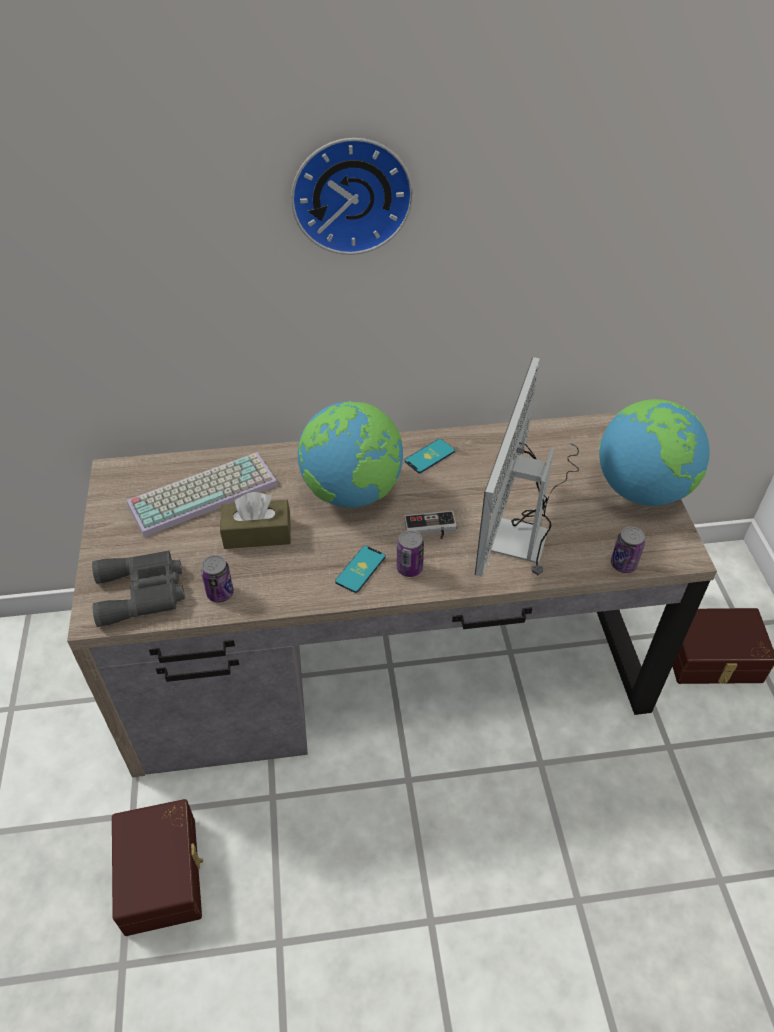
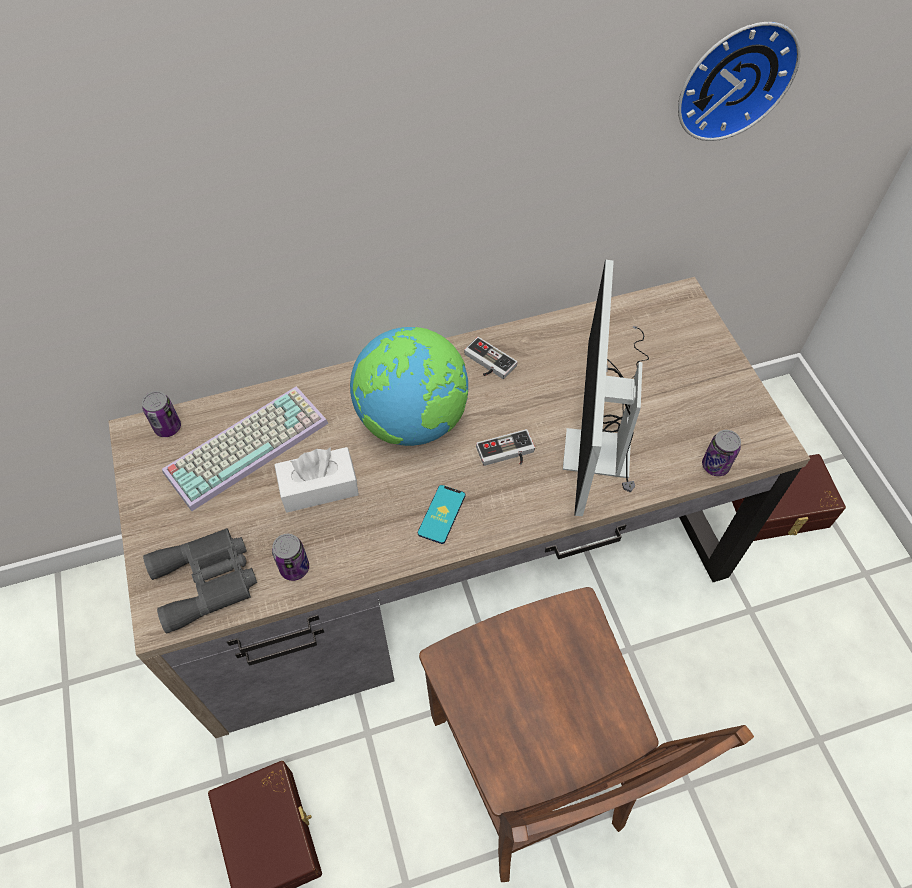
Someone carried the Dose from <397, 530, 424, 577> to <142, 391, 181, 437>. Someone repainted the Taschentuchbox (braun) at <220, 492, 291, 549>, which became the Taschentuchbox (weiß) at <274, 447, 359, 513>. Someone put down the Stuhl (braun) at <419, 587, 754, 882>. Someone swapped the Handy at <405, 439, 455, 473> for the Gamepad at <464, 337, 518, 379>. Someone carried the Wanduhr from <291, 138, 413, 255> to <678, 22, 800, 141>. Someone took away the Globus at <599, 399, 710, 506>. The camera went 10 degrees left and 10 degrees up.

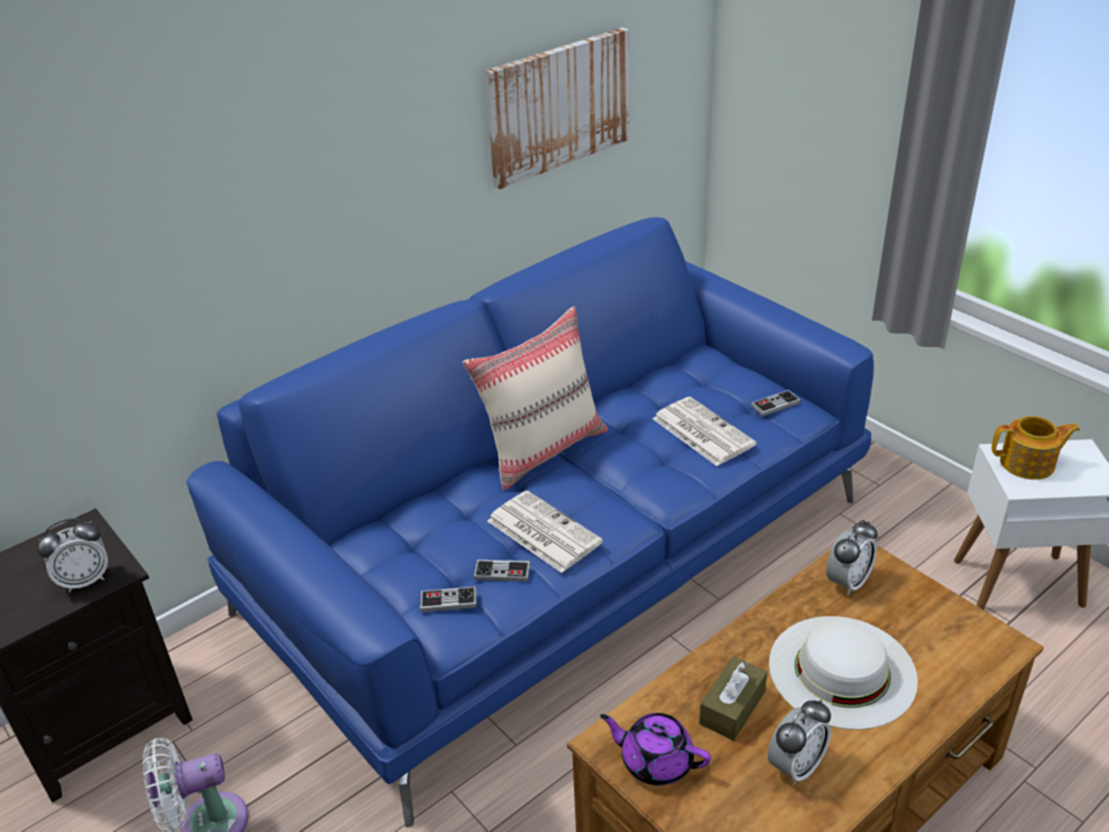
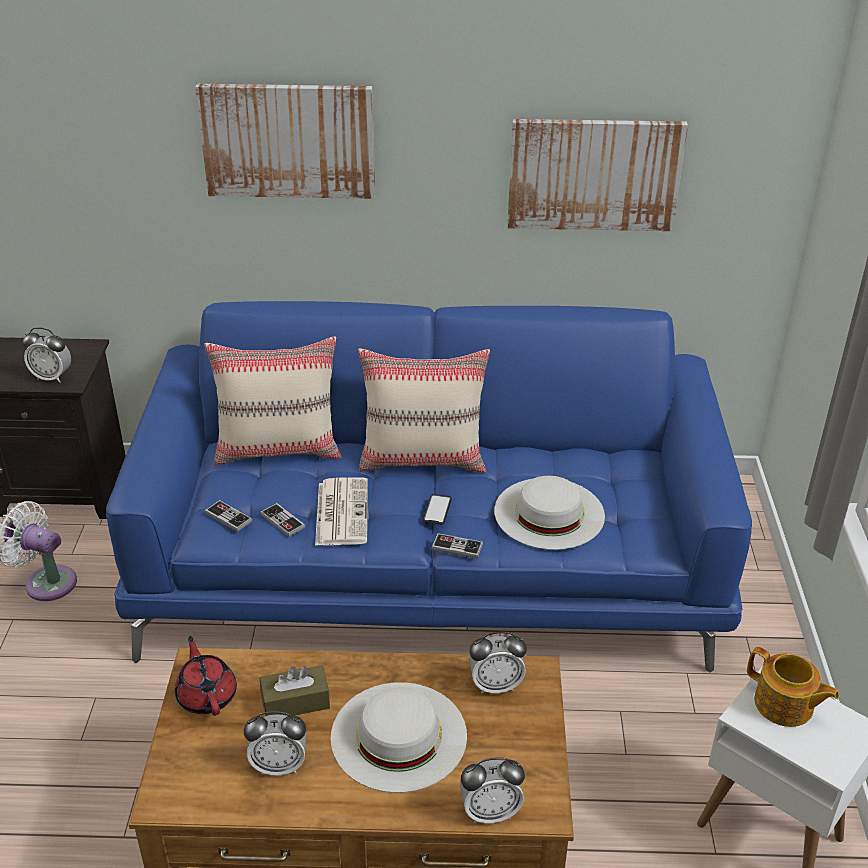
Someone repainted the Teekanne (lila) at <600, 713, 711, 786>, which became the Teekanne (rot) at <175, 636, 237, 716>. Someone put up the Bild at <195, 84, 375, 199>. Someone put down the Kissen (beige) at <204, 337, 341, 465>. Someone put down the Handy at <423, 494, 452, 525>. Someone carried the Gamepad from <751, 390, 801, 416> to <431, 533, 483, 559>. Someone put down the Wecker at <460, 758, 525, 823>. Someone swapped the Zeitung at <653, 397, 757, 466> for the Hut (weiß) at <494, 476, 605, 550>. The camera went 40 degrees right and 0 degrees up.

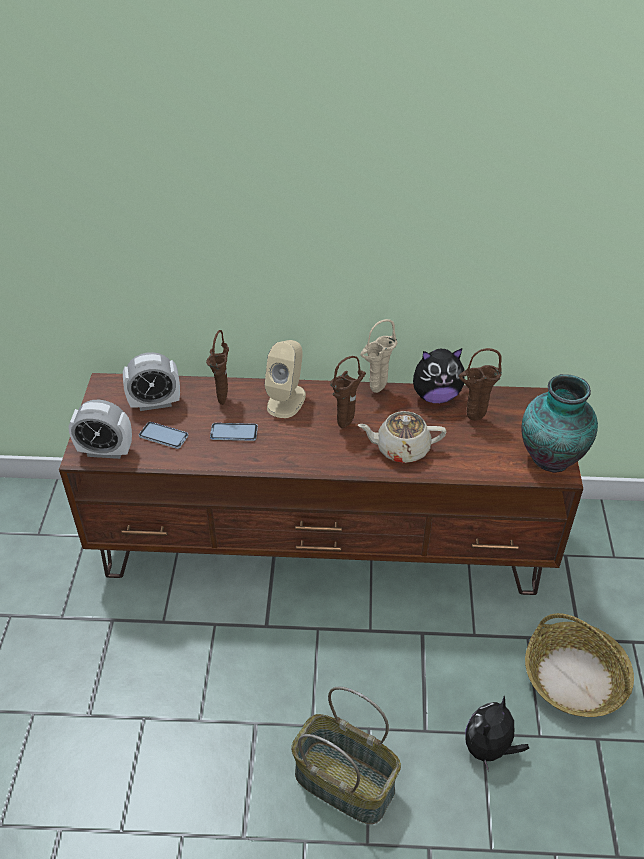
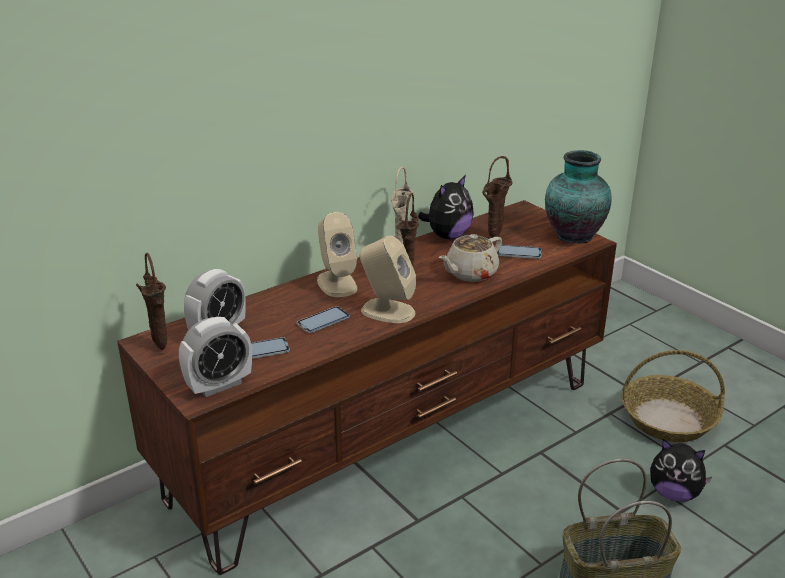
Someone carried the Vase (braun) from <206, 330, 229, 405> to <136, 253, 167, 350>. Someone put down the Lautsprecher (beige) at <359, 236, 416, 323>. Someone put down the Handy at <497, 245, 541, 259>. Someone rotated the Plüschtier at <465, 696, 529, 772> by 60 degrees counterclockwise. The camera went 40 degrees left and 15 degrees down.

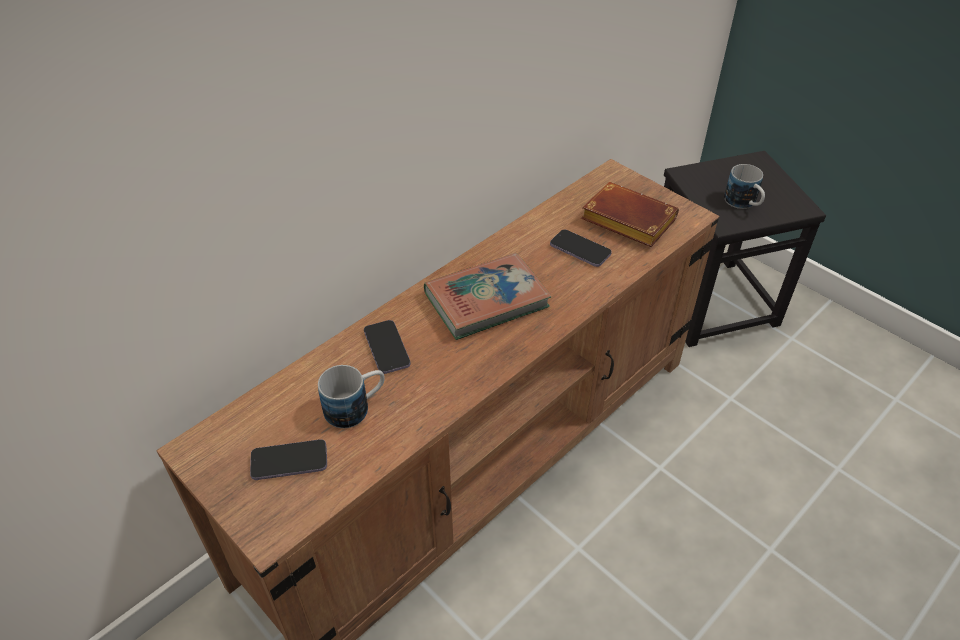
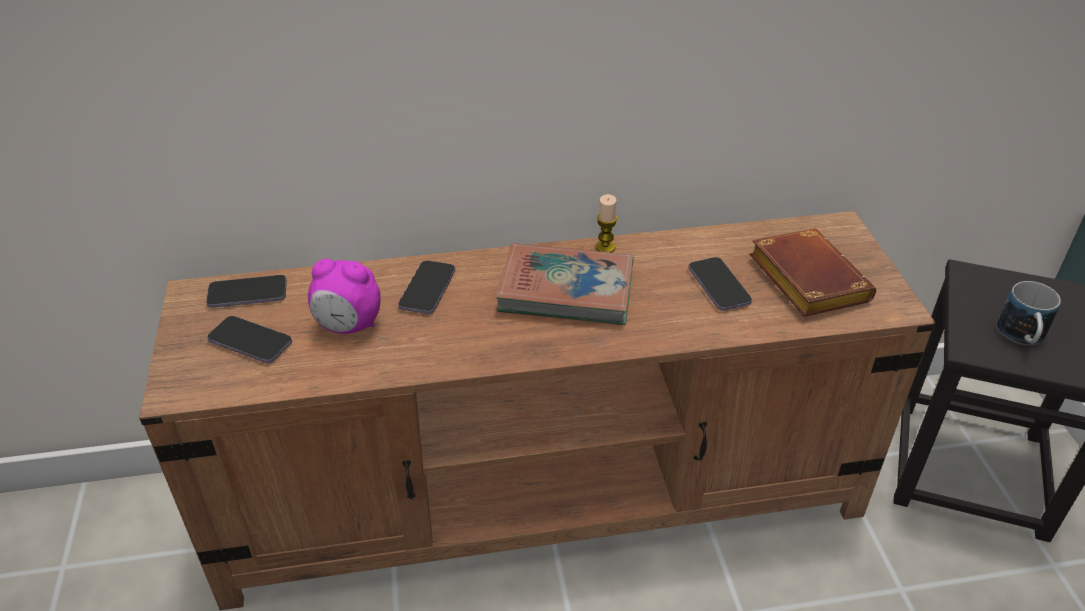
Someone put down the Handy at <206, 275, 287, 308>. Someone swapped the Henkelbecher at <318, 365, 385, 428> for the Wecker at <308, 259, 381, 334>. Someone put down the Kerze at <596, 194, 617, 252>. The camera went 35 degrees right and 5 degrees down.

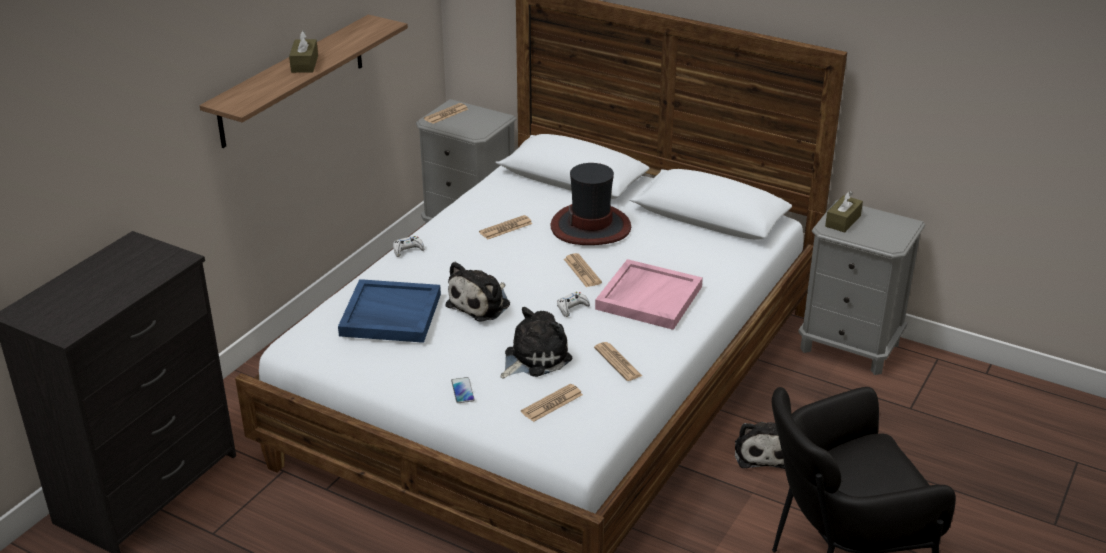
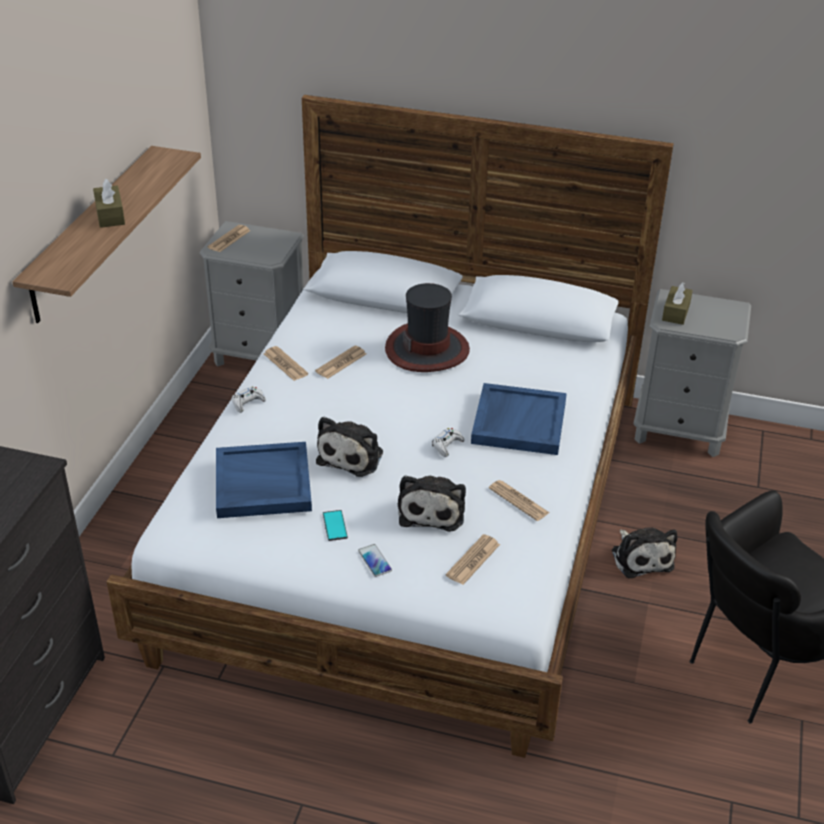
Someone carried the Zeitung from <564, 253, 602, 287> to <264, 346, 308, 381>. Someone put down the Handy at <323, 510, 348, 541>. Someone rotated the Plüschtier at <500, 307, 572, 378> by 150 degrees clockwise. Someone repainted the Tablett (rosa) at <595, 259, 703, 330>, which became the Tablett (blau) at <471, 383, 567, 455>. The camera went 15 degrees left and 5 degrees up.

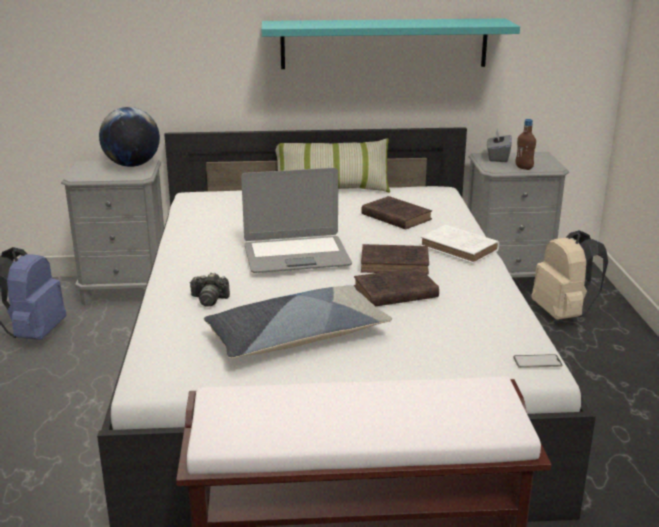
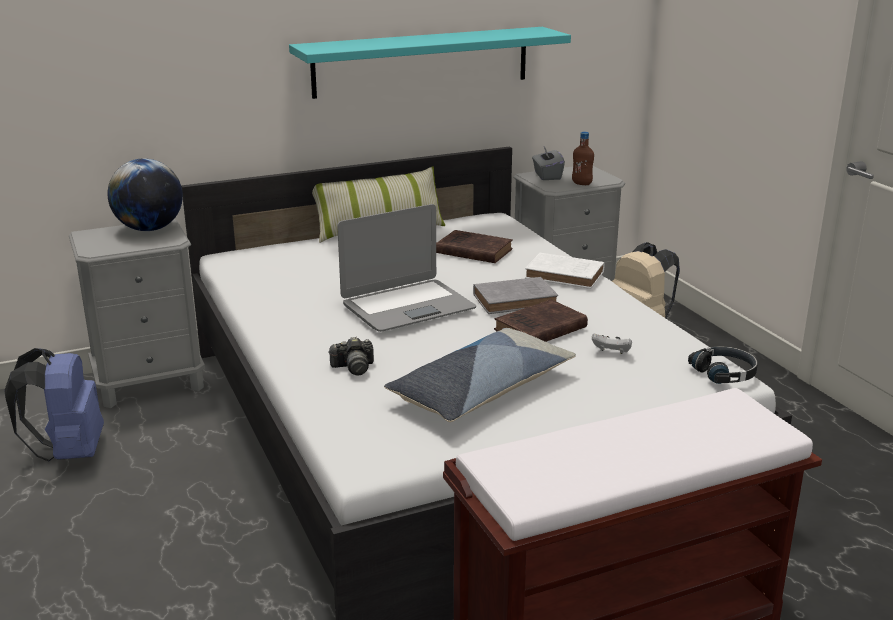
Someone repainted the Buch (braun) at <361, 244, 429, 275>, which became the Buch (grau) at <473, 277, 558, 314>. Someone put down the Gamepad (weiß) at <592, 333, 632, 354>. Someone swapped the Handy at <513, 354, 562, 368> for the Kopfhörer (schwarz) at <688, 346, 758, 384>. The camera went 20 degrees left and 0 degrees up.

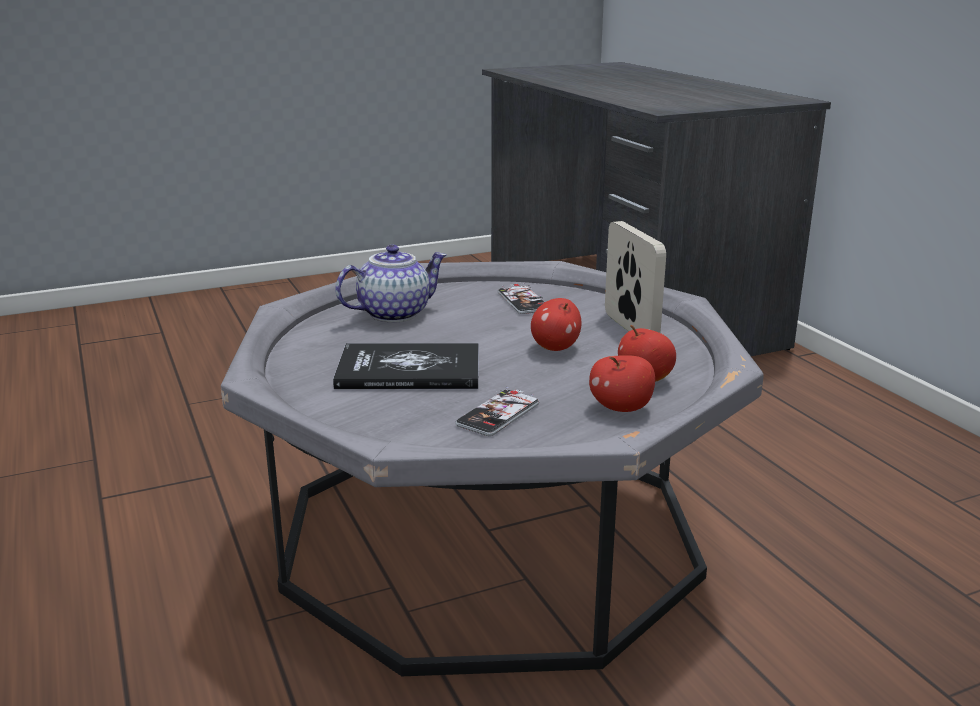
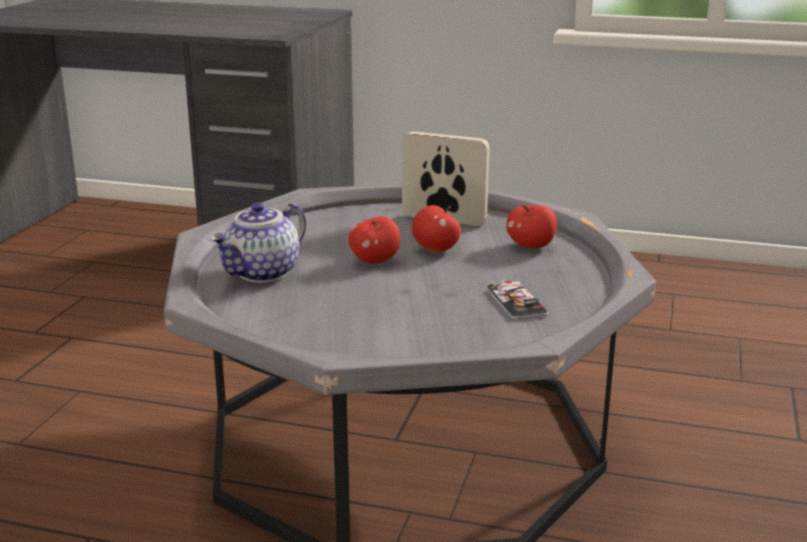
Someone rotated the Teekanne at <336, 245, 447, 322> by 150 degrees counterclockwise. Someone carried the Apfel from <589, 355, 655, 412> to <349, 217, 401, 263>. Someone took away the Buch at <333, 343, 479, 389>. Someone took away the Handy at <498, 283, 545, 314>. The camera went 50 degrees left and 0 degrees up.

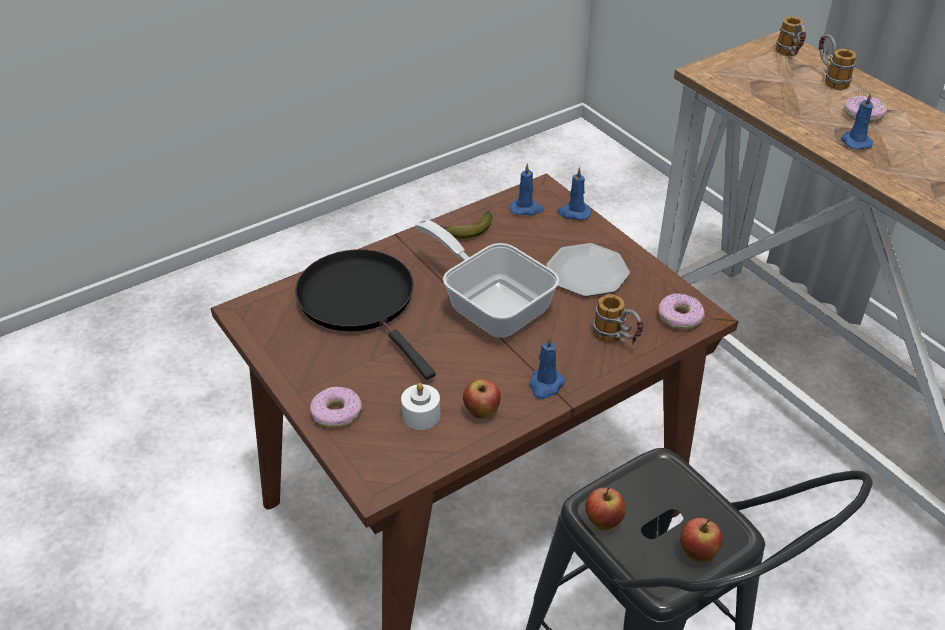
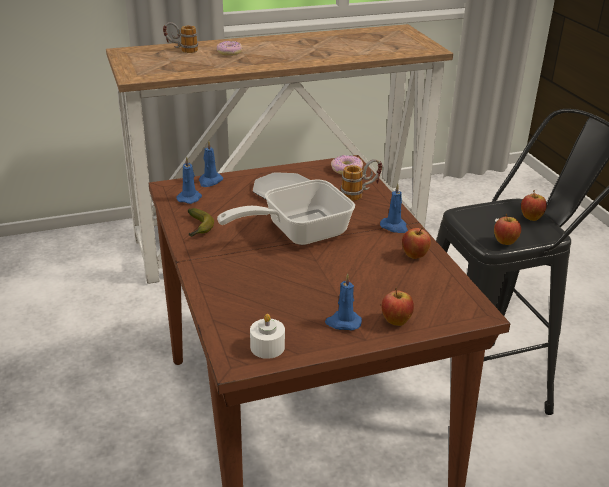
Someone carried the Kerze (weiß) from <401, 383, 440, 430> to <250, 314, 285, 359>. Someone carried the Kerze (blau) from <841, 93, 873, 150> to <325, 274, 362, 330>. Someone swapped the Donut at <310, 387, 362, 428> for the Apfel at <382, 288, 414, 326>. Someone took away the Pfanne (schwarz) at <295, 249, 436, 380>. Someone took away the Henkelbecher at <775, 17, 806, 56>. The camera went 75 degrees left and 10 degrees down.

